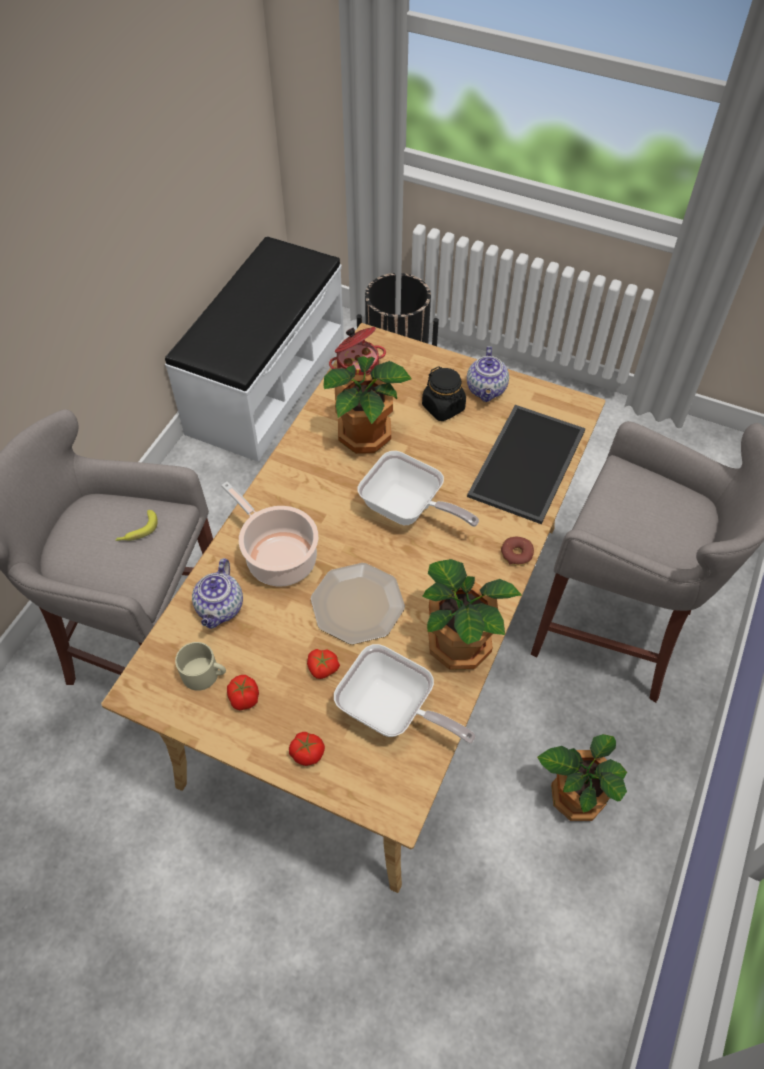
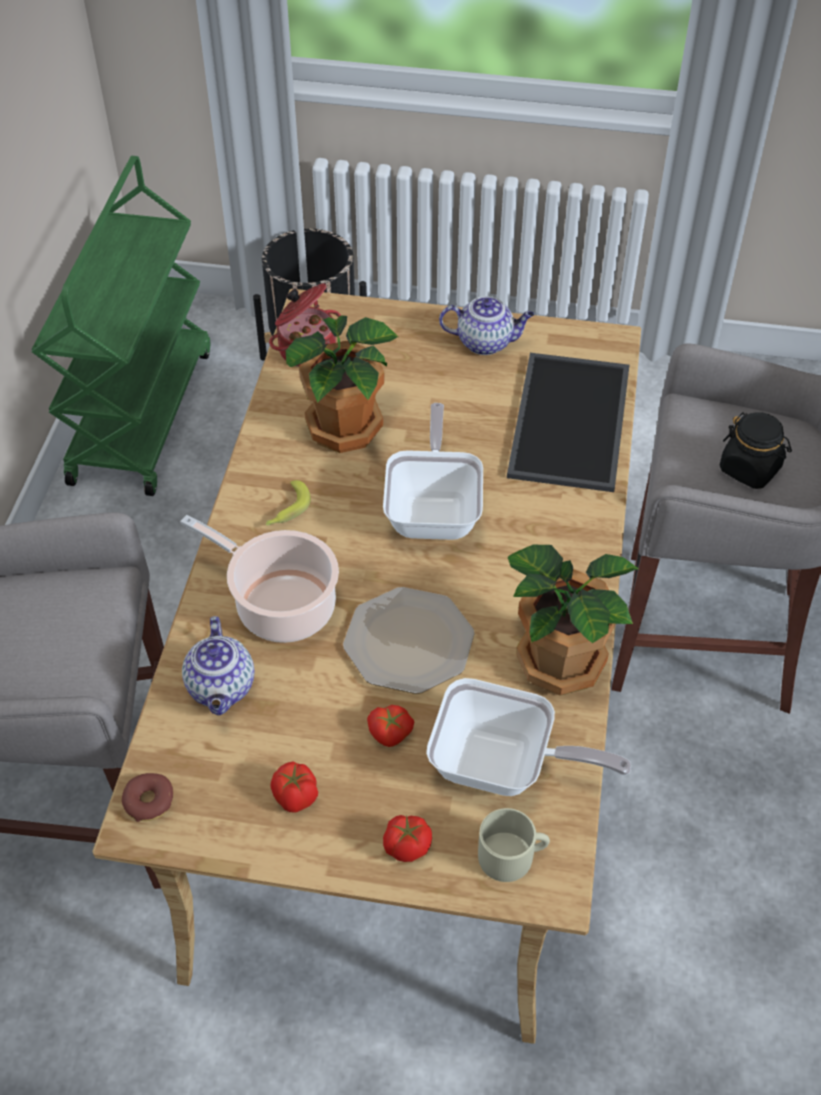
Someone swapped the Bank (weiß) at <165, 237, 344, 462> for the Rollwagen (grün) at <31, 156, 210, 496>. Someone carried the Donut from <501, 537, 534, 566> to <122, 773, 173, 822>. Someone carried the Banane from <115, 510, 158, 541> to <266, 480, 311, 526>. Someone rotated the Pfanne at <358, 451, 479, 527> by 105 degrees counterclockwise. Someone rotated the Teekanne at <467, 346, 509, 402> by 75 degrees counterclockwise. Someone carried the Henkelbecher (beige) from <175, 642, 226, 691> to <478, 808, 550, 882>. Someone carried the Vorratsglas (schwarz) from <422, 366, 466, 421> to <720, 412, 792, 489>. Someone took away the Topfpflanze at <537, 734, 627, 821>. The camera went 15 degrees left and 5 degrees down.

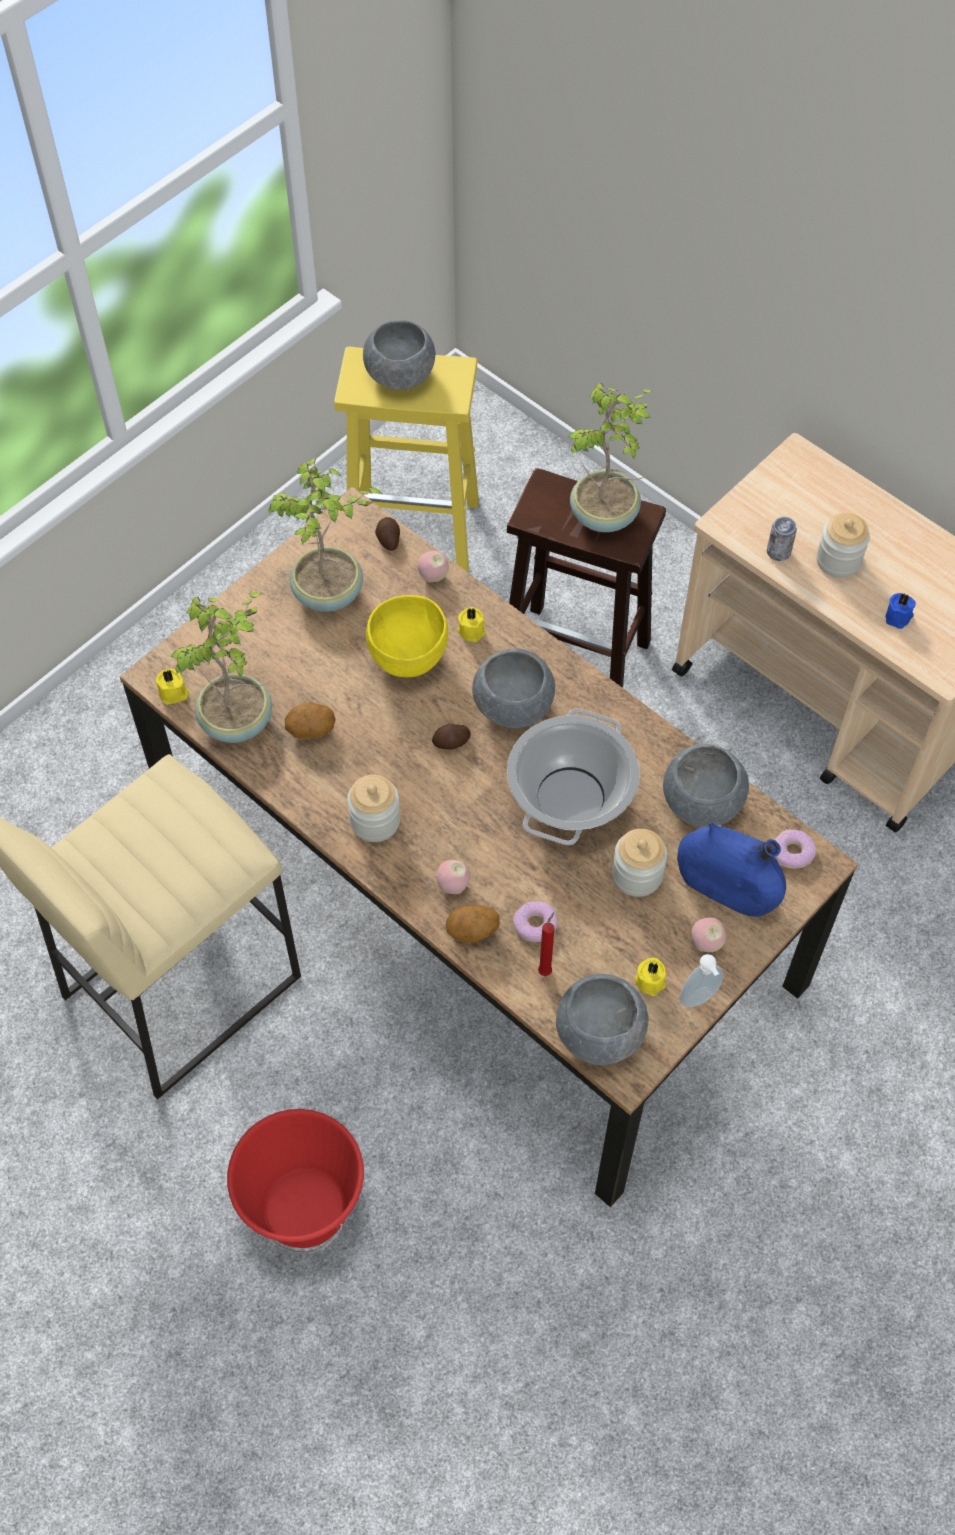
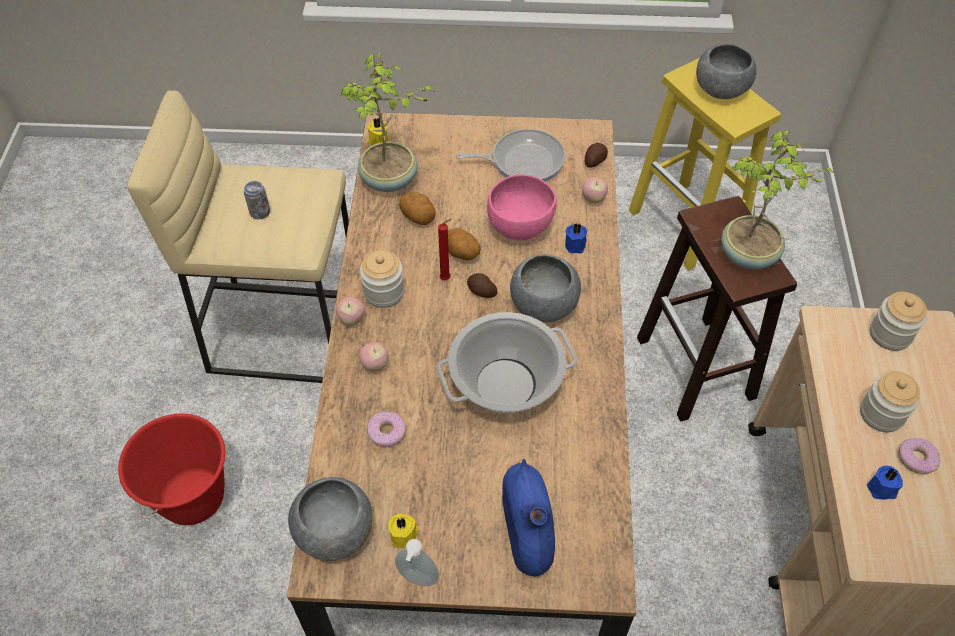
Someone carried the Dose from <767, 517, 797, 561> to <244, 181, 270, 219>. Someone carried the Apfel from <691, 917, 726, 952> to <336, 297, 365, 326>. Someone carried the Kerze (rot) from <538, 912, 555, 976> to <438, 218, 452, 280>. Someone carried the Kartoffel from <446, 905, 500, 943> to <448, 228, 481, 260>. Someone swapped the Topfpflanze at <268, 458, 382, 612> for the Pfanne at <456, 129, 565, 182>. Someone repainted the Schüssel (gelb) at <366, 595, 448, 677>, which became the Schüssel (rosa) at <487, 174, 557, 240>. Someone repainted the Kerze (gelb) at <457, 607, 485, 642>, which became the Kerze (blau) at <565, 224, 587, 253>. Someone carried the Vorratsglas from <612, 829, 667, 897> to <870, 292, 927, 351>. Someone carried the Donut from <775, 830, 817, 869> to <898, 438, 940, 474>. Someone took away the Schüssel (grau) at <663, 744, 749, 827>. The camera went 50 degrees right and 5 degrees down.

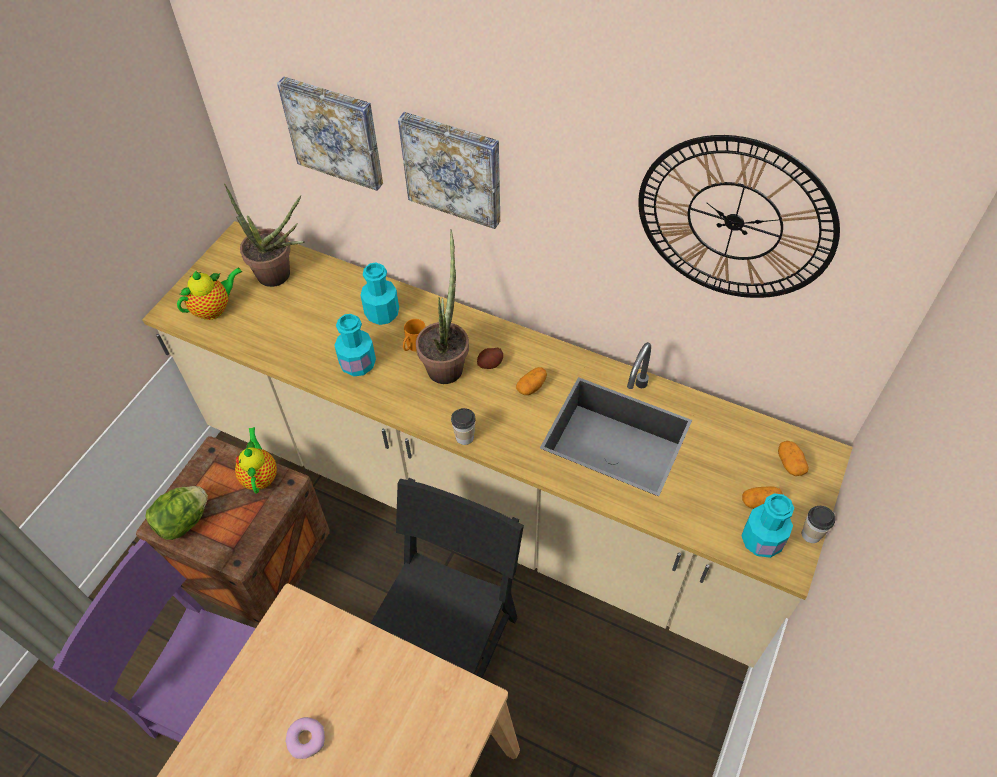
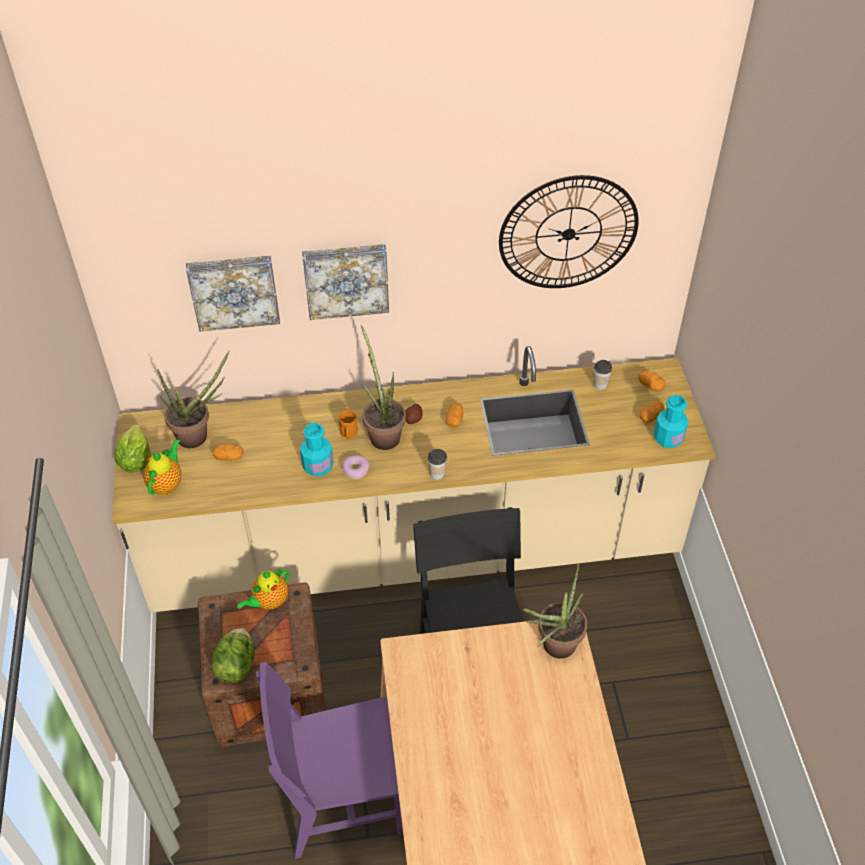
Someone put down the Salatkopf at <114, 424, 151, 472>. Someone put down the Kartoffel at <212, 444, 244, 461>. Someone rotated the Teekanne at <235, 427, 277, 494> by 90 degrees counterclockwise. Someone carried the Donut from <285, 717, 325, 759> to <342, 455, 370, 479>. Someone put down the Topfpflanze at <522, 564, 587, 659>. Someone carried the Tasse from <802, 506, 835, 543> to <594, 360, 612, 390>. Someone took away the Flasche (türkis) at <360, 263, 399, 325>. The camera went 35 degrees left and 5 degrees down.

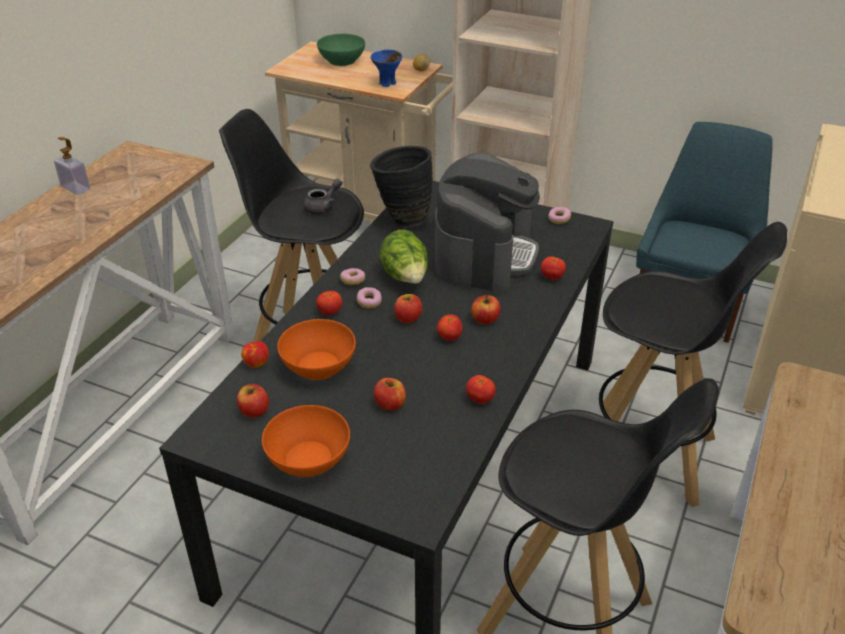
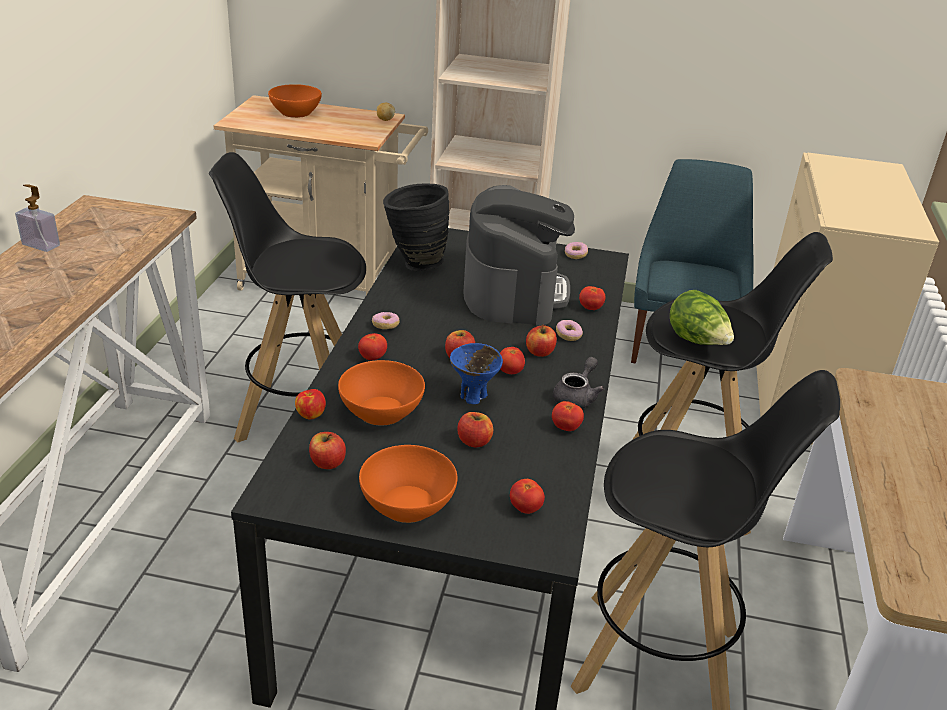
Someone repainted the Schüssel (grün) at <317, 34, 365, 66>, which became the Schüssel (orange) at <268, 84, 322, 118>. Someone carried the Schüssel (blau) from <371, 50, 402, 87> to <450, 343, 503, 404>. Someone put down the Tomate at <510, 479, 545, 514>. Someone carried the Teekanne (grau) from <304, 179, 342, 214> to <553, 357, 605, 409>. Someone carried the Donut from <357, 287, 382, 309> to <556, 320, 583, 341>. Someone carried the Salatkopf from <380, 229, 428, 284> to <670, 290, 734, 345>. The camera went 15 degrees left and 5 degrees down.

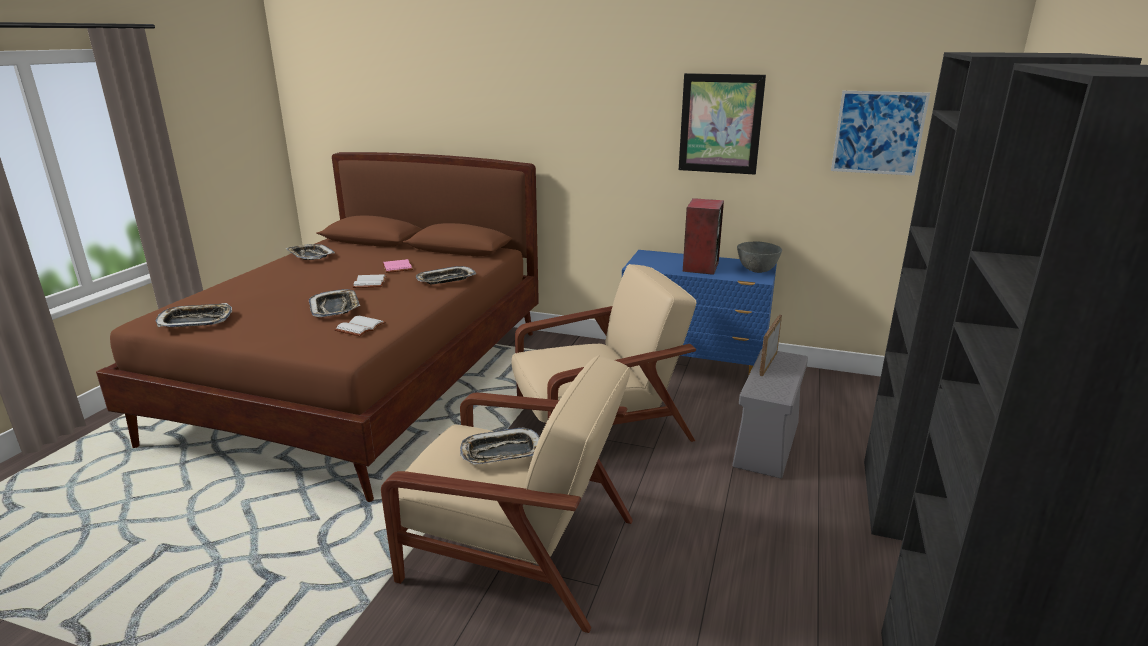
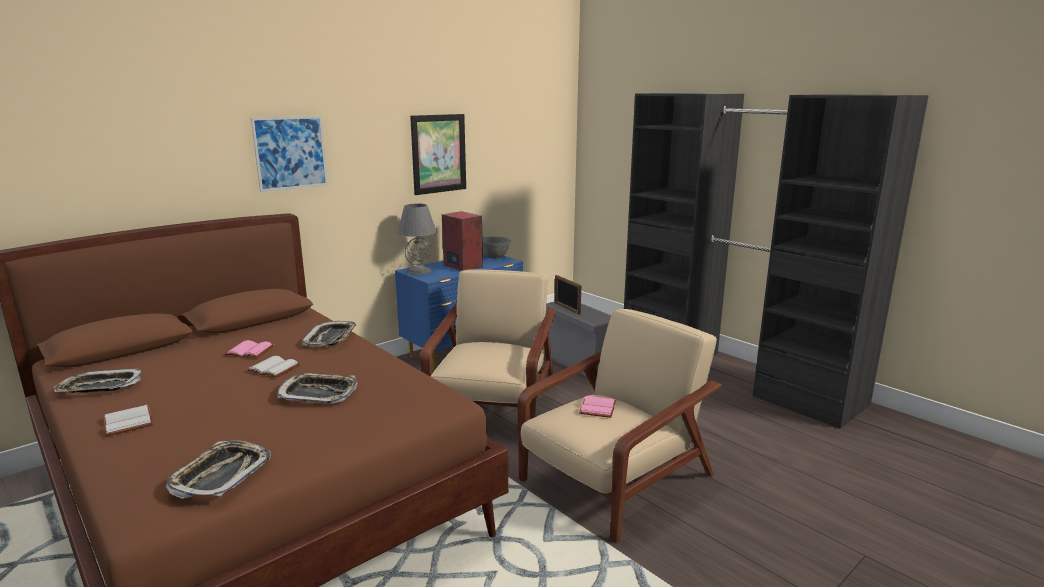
Someone carried the Buch (weiß) from <334, 316, 386, 336> to <104, 405, 153, 436>. Someone carried the Bild from <831, 91, 930, 176> to <251, 116, 328, 192>. Someone put down the Tischlampe (grau) at <397, 203, 437, 275>. Someone swapped the Tablett at <460, 427, 540, 464> for the Buch (rosa) at <579, 396, 616, 418>. The camera went 60 degrees left and 5 degrees down.

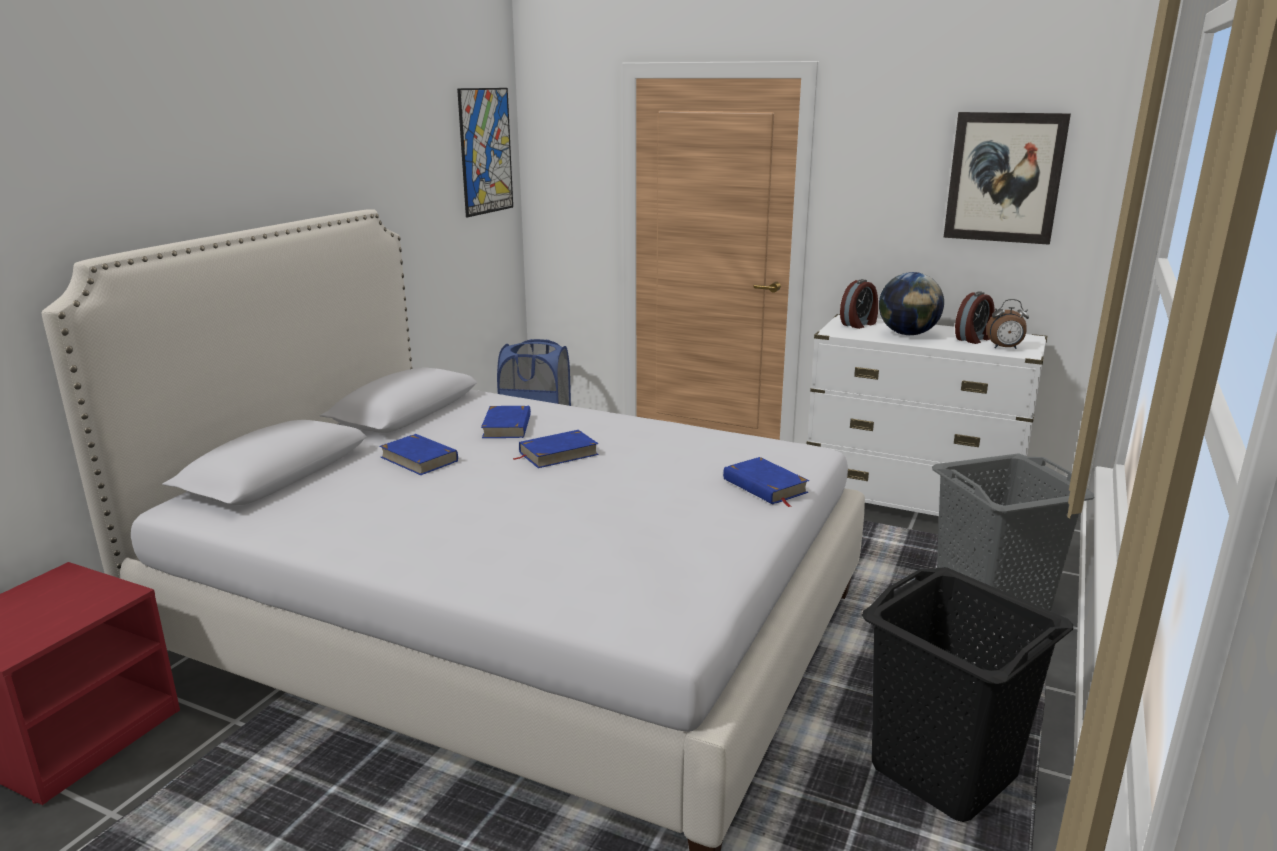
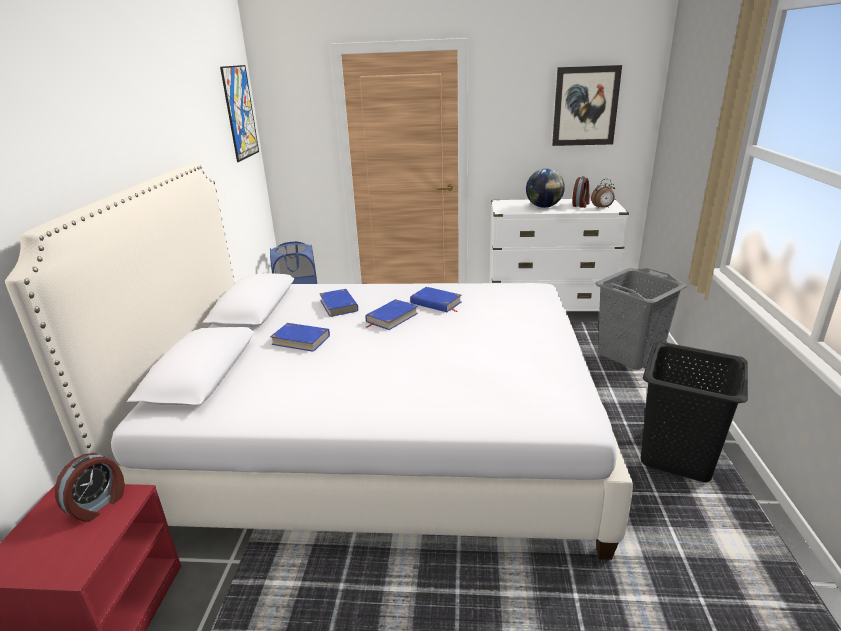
Someone carried the Wecker from <840, 279, 878, 329> to <55, 453, 125, 522>. Someone carried the Buch (blau) from <723, 457, 809, 507> to <410, 287, 462, 312>. The camera went 20 degrees left and 5 degrees up.

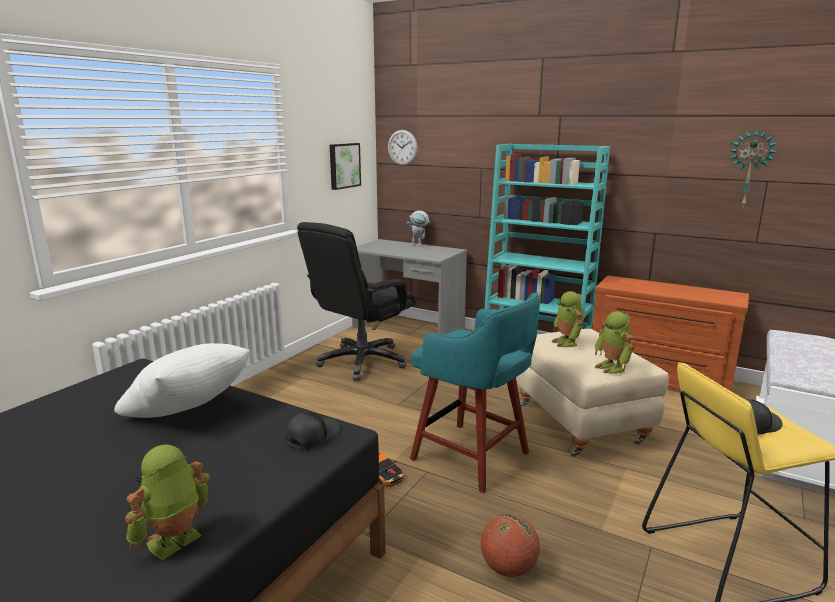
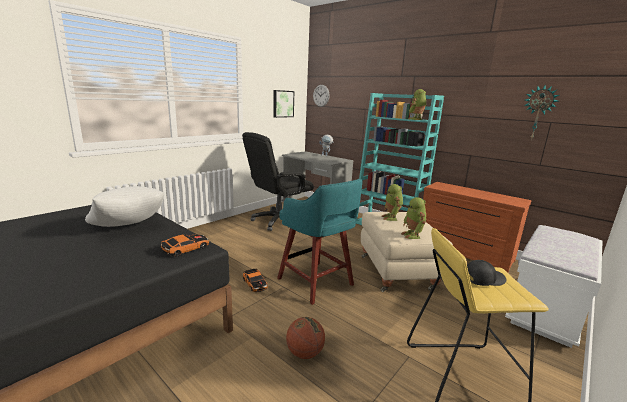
Someone swapped the Kappe (schwarz) at <286, 412, 340, 449> for the Spielzeugauto at <160, 234, 209, 256>. Someone carried the Spielzeugroboter from <125, 445, 210, 560> to <408, 89, 426, 120>. The camera went 10 degrees right and 0 degrees up.

